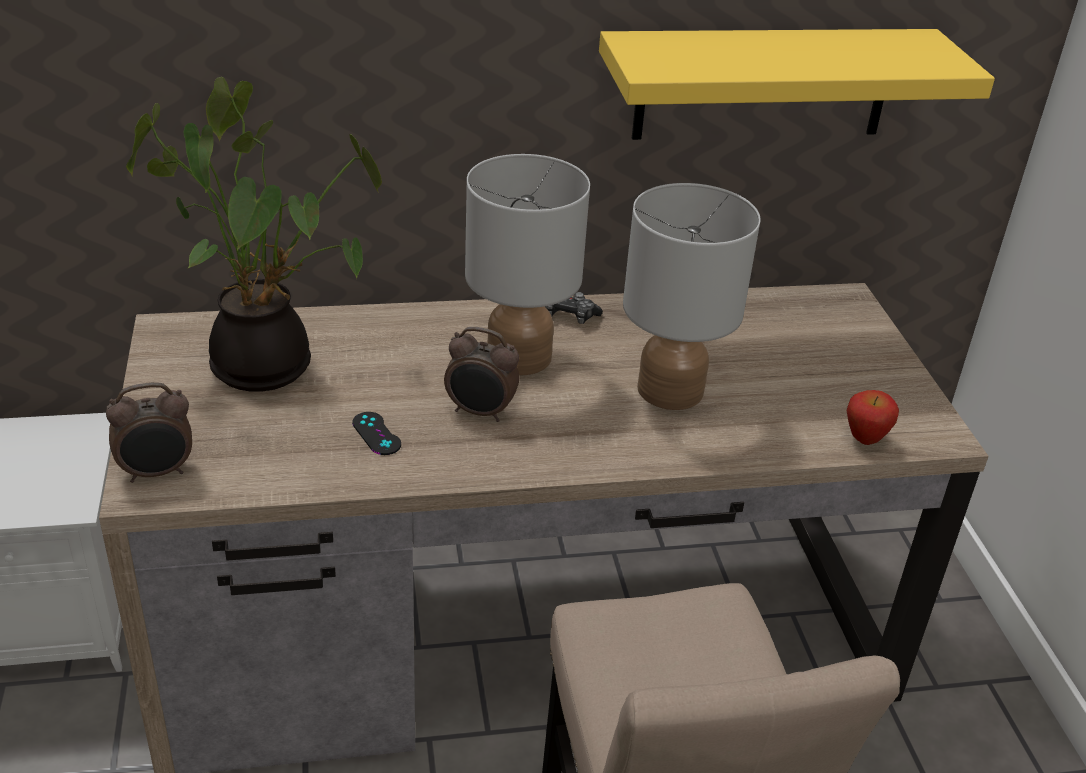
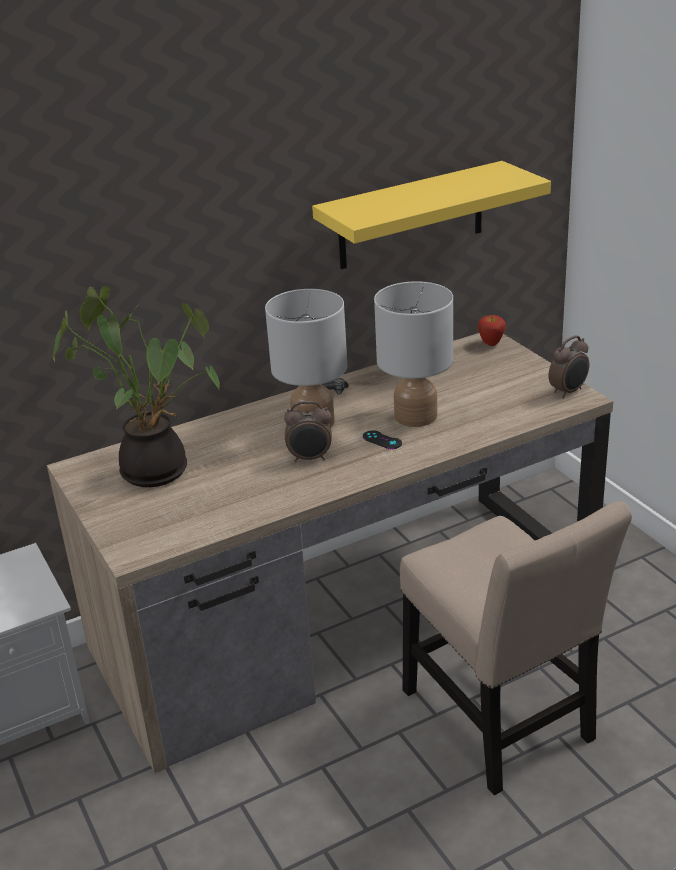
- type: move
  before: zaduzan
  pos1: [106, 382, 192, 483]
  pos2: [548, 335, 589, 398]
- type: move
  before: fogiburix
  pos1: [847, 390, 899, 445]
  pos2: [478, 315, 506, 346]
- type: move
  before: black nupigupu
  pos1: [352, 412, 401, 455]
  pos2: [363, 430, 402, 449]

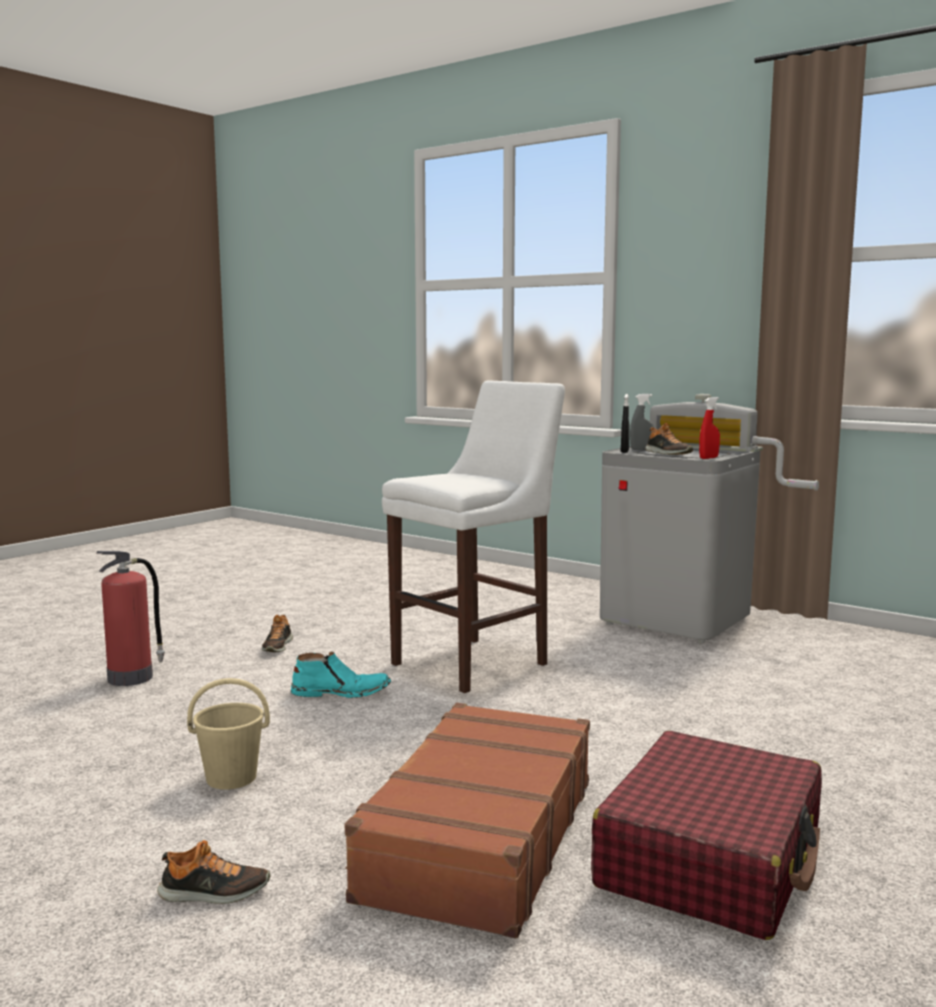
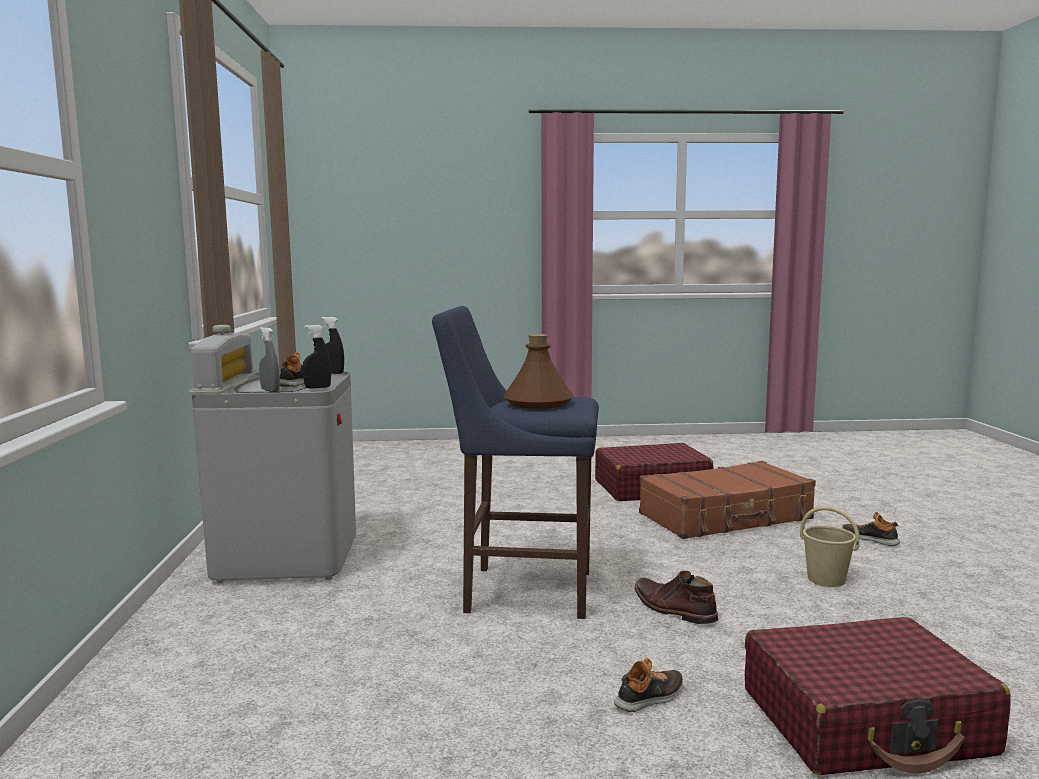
- type: recolor
  before: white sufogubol
  after: blue sufogubol
  pos1: [382, 380, 565, 693]
  pos2: [432, 306, 599, 619]
- type: recolor
  before: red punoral
  after: black punoral
  pos1: [699, 397, 720, 459]
  pos2: [321, 317, 344, 374]
- type: replace
  before: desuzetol
  after: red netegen
  pos1: [96, 551, 165, 686]
  pos2: [745, 617, 1010, 775]
- type: recolor
  before: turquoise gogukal
  after: brown gogukal
  pos1: [291, 651, 391, 698]
  pos2: [635, 571, 718, 624]
- type: insert
  after: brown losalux
  pos2: [503, 334, 573, 409]

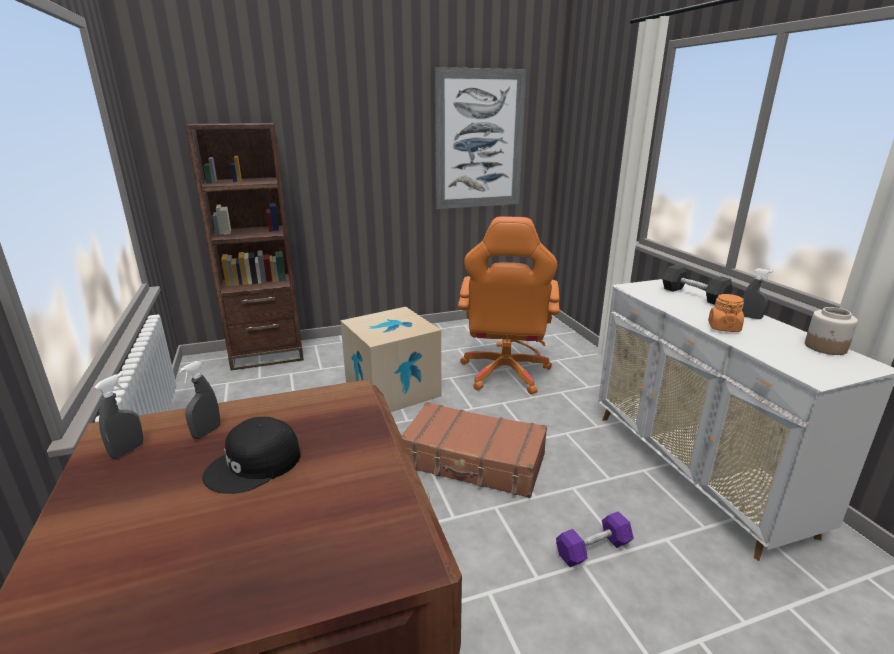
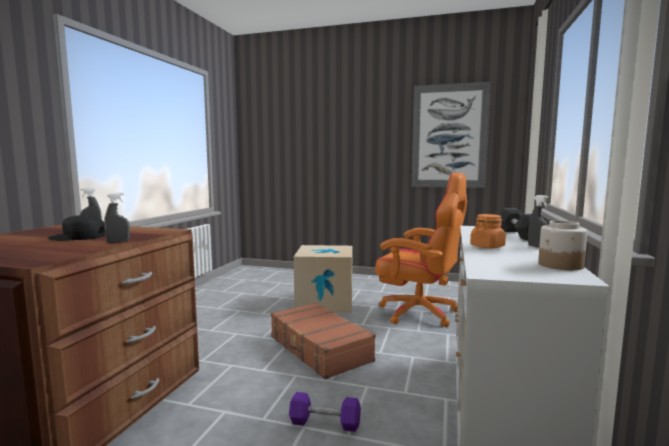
- type: delete
  before: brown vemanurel
  pos1: [185, 123, 304, 371]
- type: rotate
  before: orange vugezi
  pos1: [458, 216, 560, 394]
  pos2: [375, 173, 467, 327]
  turn: -105
- type: move
  before: grey punoral
  pos1: [94, 373, 143, 459]
  pos2: [104, 193, 130, 243]

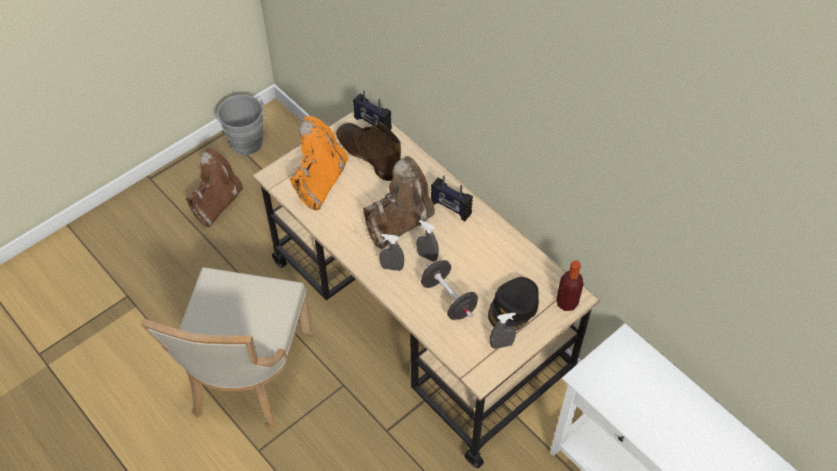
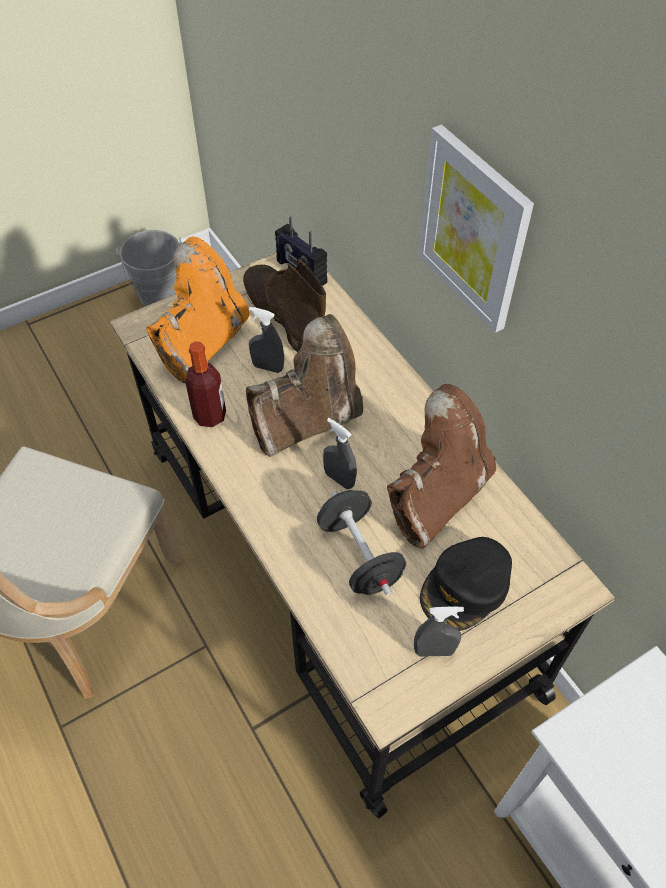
- type: move
  before: brown gogukal
  pos1: [186, 148, 243, 227]
  pos2: [387, 384, 496, 548]
- type: delete
  before: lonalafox
  pos1: [431, 175, 473, 221]
- type: move
  before: grey punoral
  pos1: [379, 234, 404, 271]
  pos2: [249, 307, 284, 373]
- type: move
  before: losalux
  pos1: [556, 261, 583, 311]
  pos2: [185, 341, 226, 427]
- type: insert
  after: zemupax
  pos2: [418, 125, 534, 333]

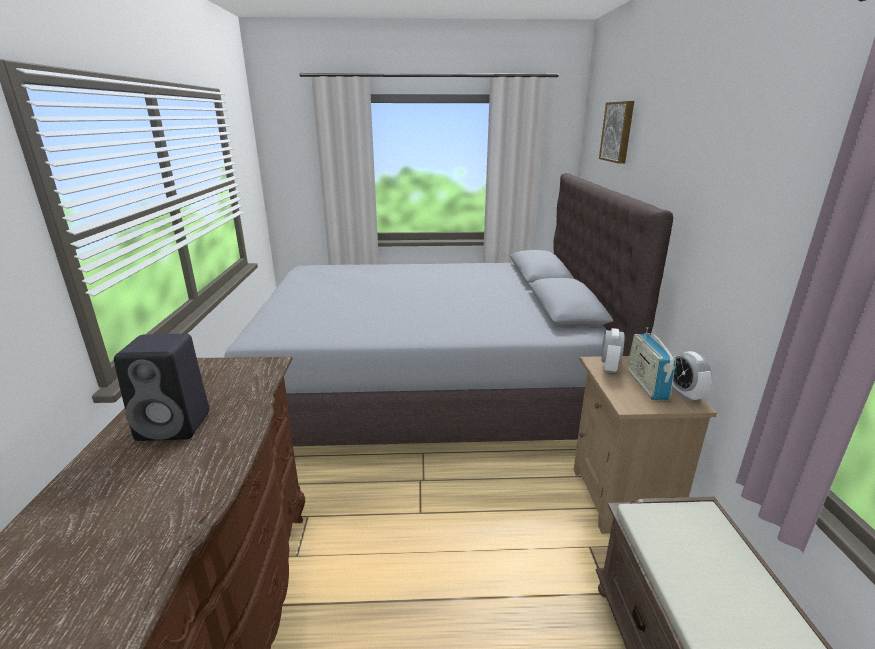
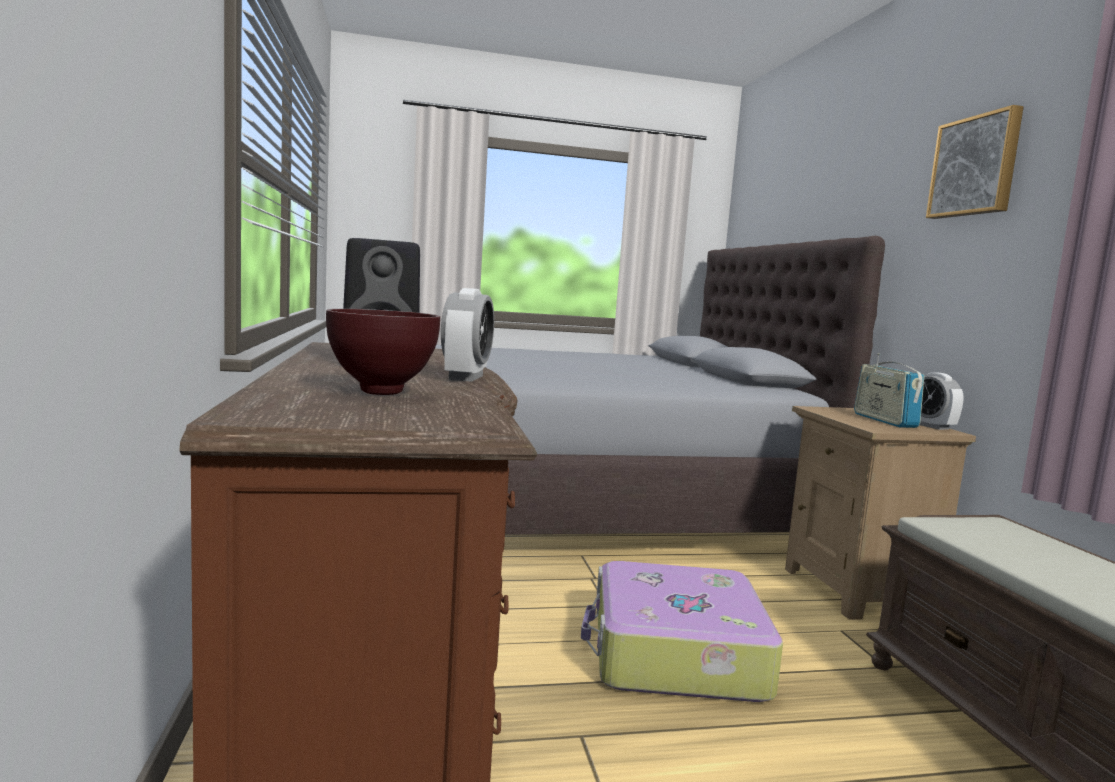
- type: move
  before: zemupax
  pos1: [599, 101, 634, 164]
  pos2: [926, 105, 1024, 219]
- type: move
  before: zaduzan
  pos1: [601, 328, 624, 373]
  pos2: [441, 288, 494, 382]
- type: insert
  after: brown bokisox
  pos2: [326, 309, 440, 395]
- type: insert
  after: netegen
  pos2: [581, 561, 783, 702]

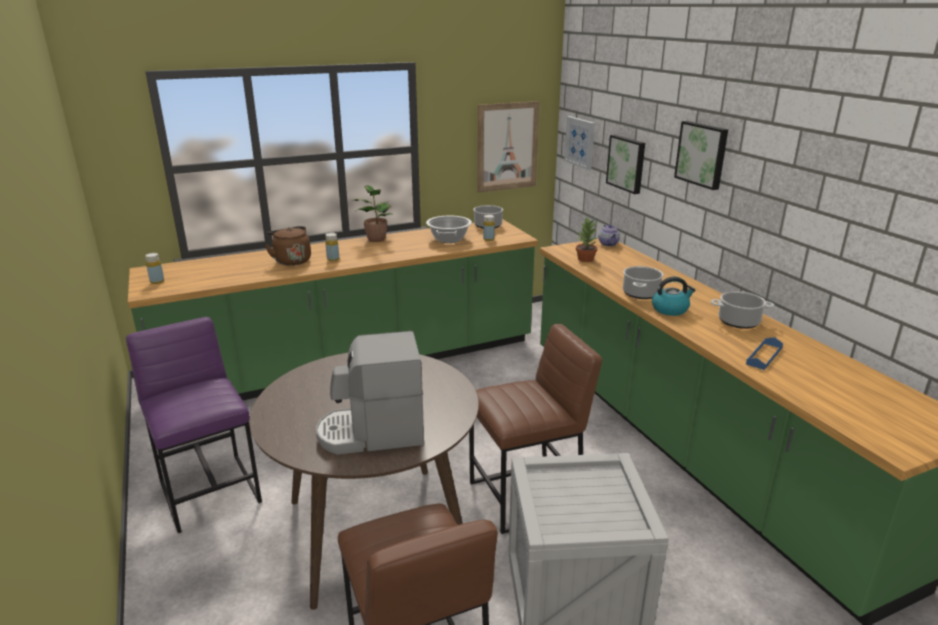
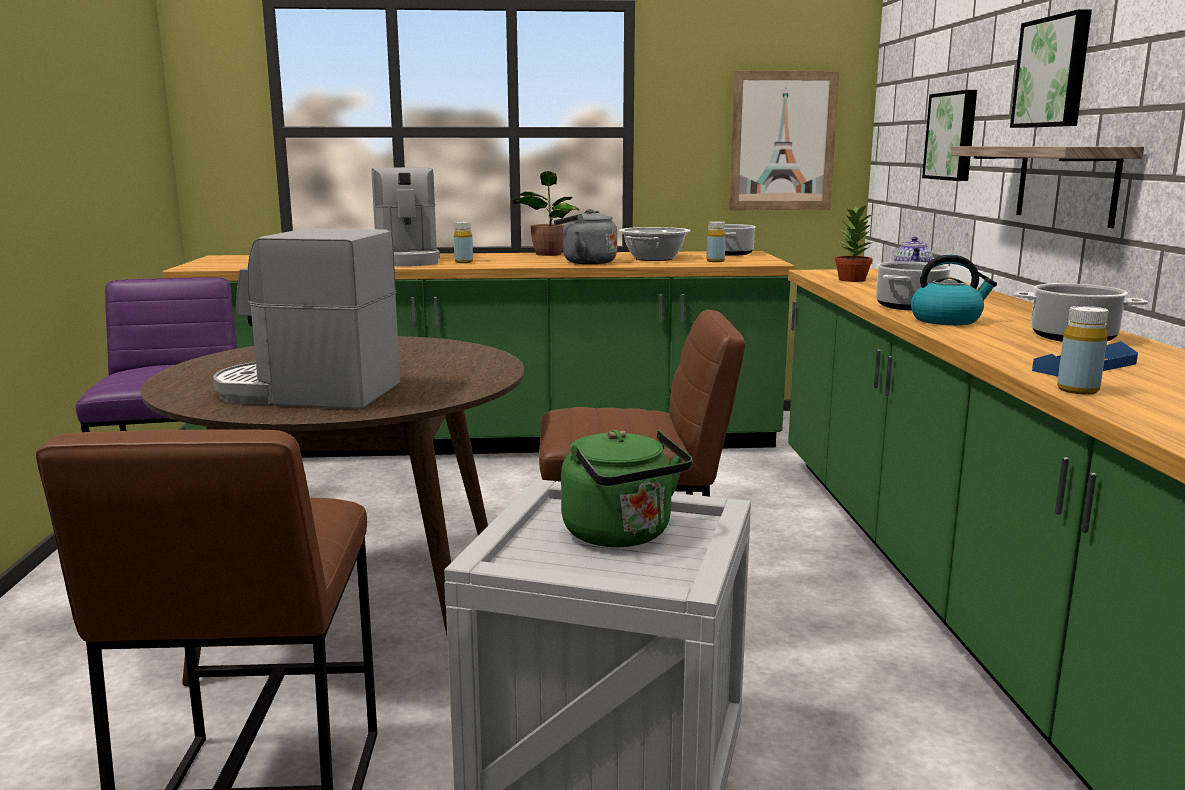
- type: delete
  before: zemupax
  pos1: [564, 116, 595, 170]
- type: replace
  before: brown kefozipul
  after: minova
  pos1: [265, 226, 311, 266]
  pos2: [371, 167, 440, 266]
- type: move
  before: yellow losalux
  pos1: [145, 253, 164, 284]
  pos2: [1057, 306, 1109, 395]
- type: insert
  after: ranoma
  pos2: [950, 146, 1144, 228]
- type: insert
  after: grey kefozipul
  pos2: [554, 209, 617, 264]
- type: insert
  after: green kefozipul
  pos2: [561, 430, 692, 547]

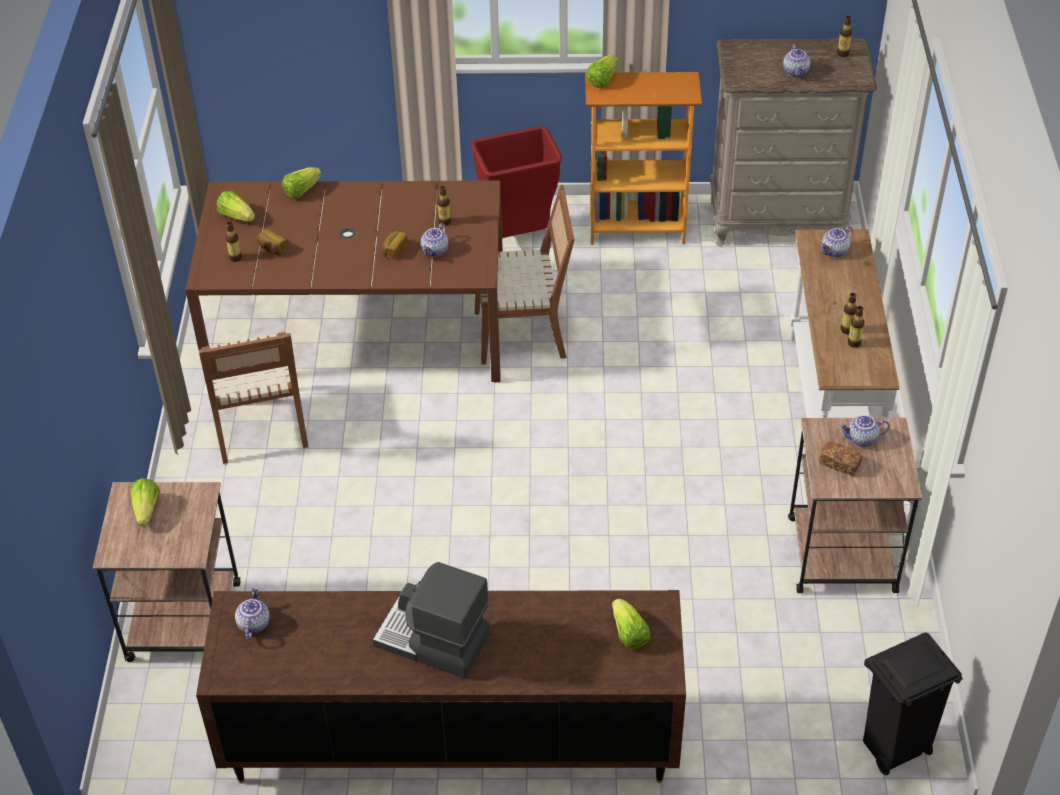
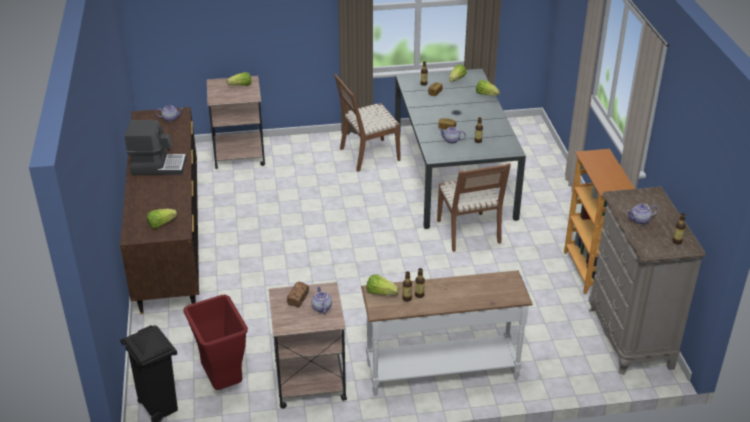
- type: move
  before: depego
  pos1: [586, 55, 618, 88]
  pos2: [366, 274, 399, 295]
- type: move
  before: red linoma
  pos1: [471, 126, 562, 238]
  pos2: [183, 295, 248, 390]
- type: recolor
  before: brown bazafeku
  after: grey bazafeku
  pos1: [185, 180, 503, 383]
  pos2: [395, 69, 526, 229]
- type: delete
  before: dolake
  pos1: [820, 226, 853, 257]
- type: rotate
  before: minova
  pos1: [373, 562, 490, 678]
  pos2: [124, 120, 187, 175]
  turn: 75

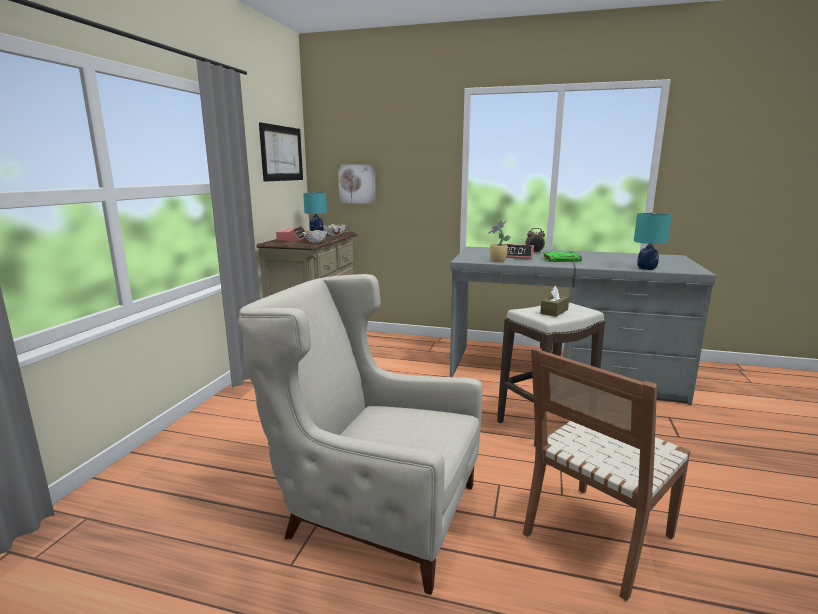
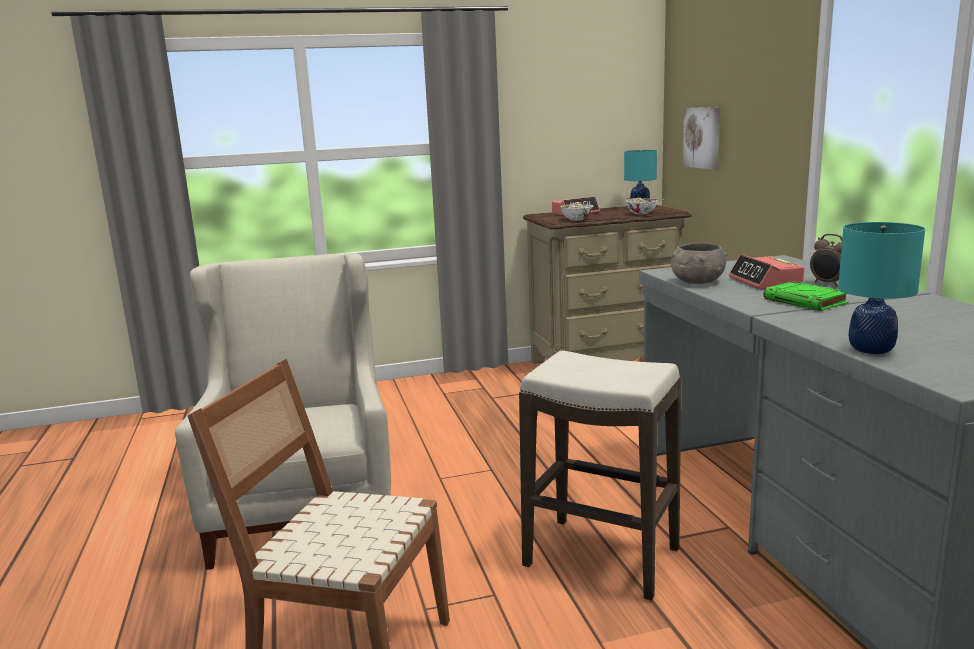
- type: delete
  before: zemupax
  pos1: [259, 122, 303, 182]
- type: replace
  before: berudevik
  after: grey bokisox
  pos1: [488, 220, 511, 262]
  pos2: [671, 243, 727, 284]
- type: delete
  before: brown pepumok
  pos1: [540, 286, 569, 317]

